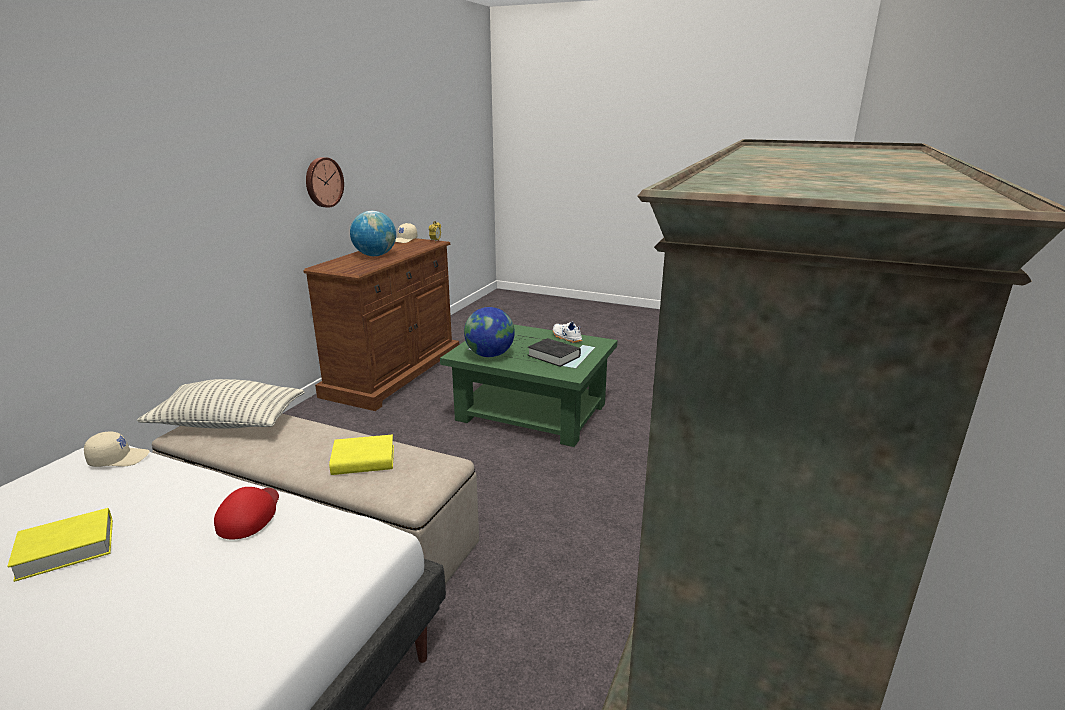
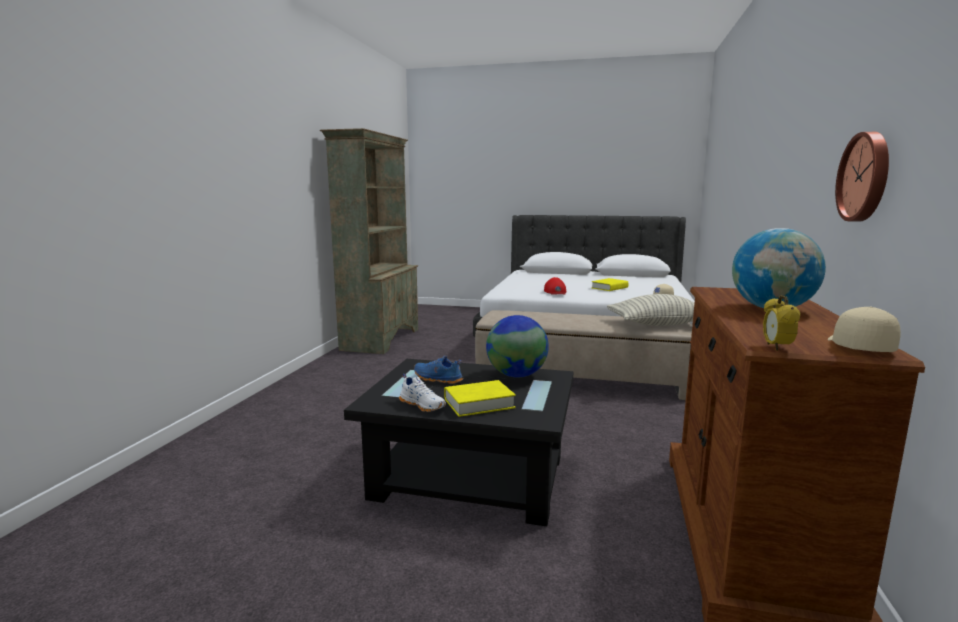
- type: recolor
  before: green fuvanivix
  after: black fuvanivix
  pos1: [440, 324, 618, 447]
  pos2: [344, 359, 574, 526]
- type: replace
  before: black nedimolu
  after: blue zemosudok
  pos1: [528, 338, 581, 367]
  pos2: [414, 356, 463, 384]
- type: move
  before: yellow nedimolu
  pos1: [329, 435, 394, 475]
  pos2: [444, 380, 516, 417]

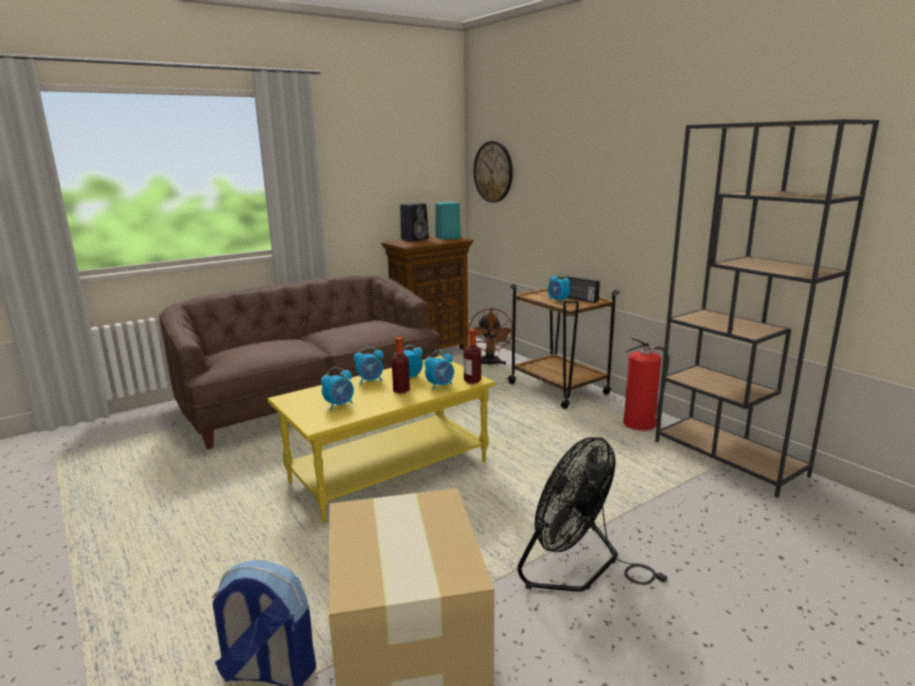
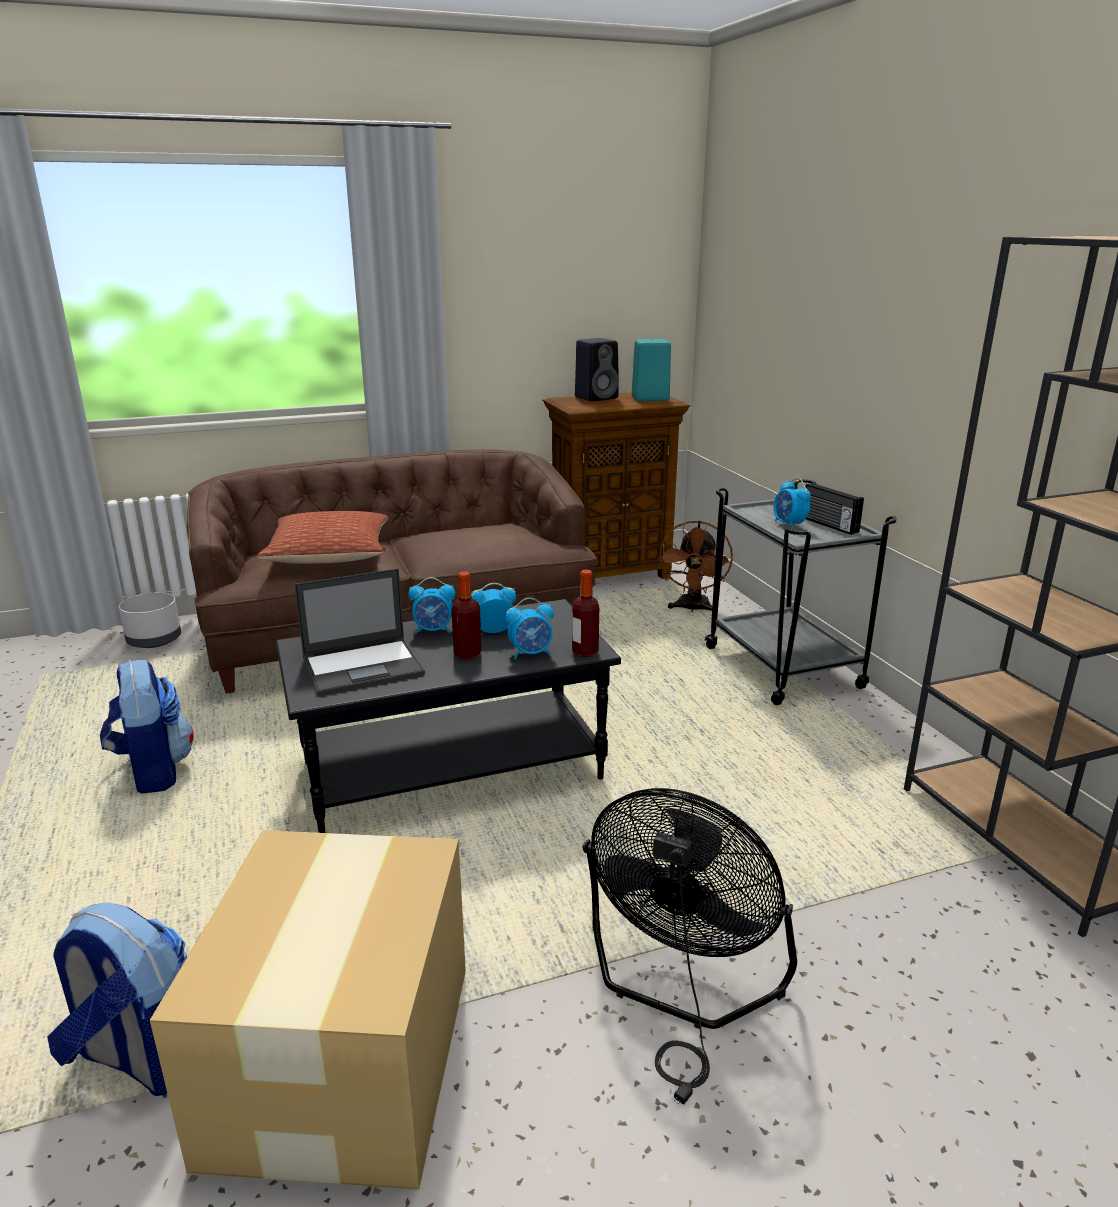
- type: delete
  before: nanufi
  pos1: [474, 141, 513, 203]
- type: recolor
  before: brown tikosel
  after: grey tikosel
  pos1: [507, 276, 619, 409]
  pos2: [705, 479, 897, 705]
- type: delete
  before: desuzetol
  pos1: [623, 337, 669, 430]
- type: recolor
  before: yellow fuvanivix
  after: black fuvanivix
  pos1: [268, 356, 495, 523]
  pos2: [276, 599, 621, 833]
- type: replace
  before: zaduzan
  after: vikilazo
  pos1: [321, 367, 354, 410]
  pos2: [294, 568, 425, 696]
- type: rotate
  before: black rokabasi
  pos1: [518, 437, 668, 592]
  pos2: [582, 788, 797, 1104]
  turn: 60
- type: insert
  after: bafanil
  pos2: [257, 511, 388, 564]
- type: insert
  after: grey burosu
  pos2: [119, 592, 181, 648]
- type: insert
  after: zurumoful
  pos2: [100, 660, 194, 793]

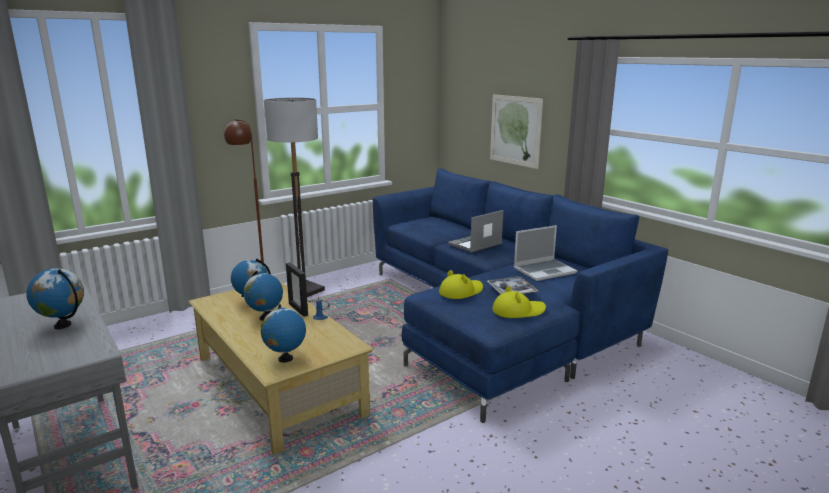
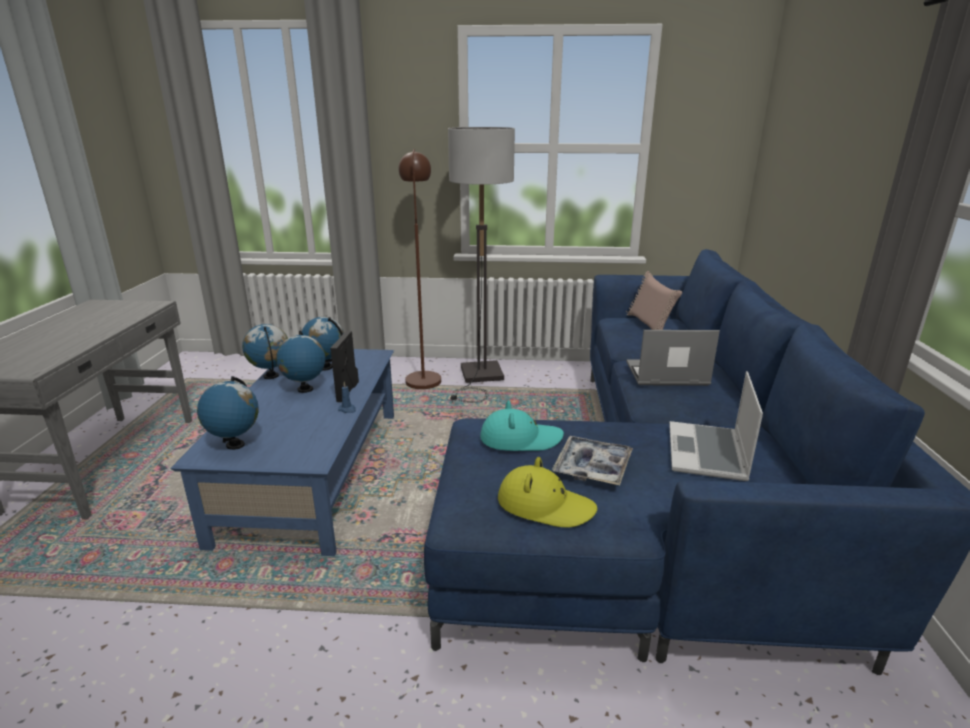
- type: delete
  before: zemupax
  pos1: [490, 94, 543, 169]
- type: rotate
  before: vikilazo
  pos1: [514, 225, 577, 281]
  pos2: [669, 371, 763, 481]
  turn: 90
- type: move
  before: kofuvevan
  pos1: [27, 268, 84, 329]
  pos2: [242, 324, 288, 379]
- type: recolor
  before: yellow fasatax
  after: turquoise fasatax
  pos1: [439, 270, 483, 299]
  pos2: [480, 400, 564, 451]
- type: recolor
  before: beige fuvanivix
  after: blue fuvanivix
  pos1: [188, 280, 374, 455]
  pos2: [170, 349, 394, 556]
- type: insert
  after: beige bafanil
  pos2: [626, 271, 682, 330]

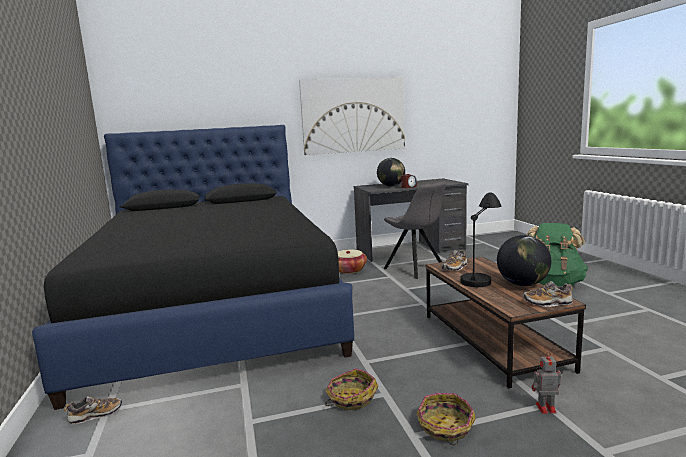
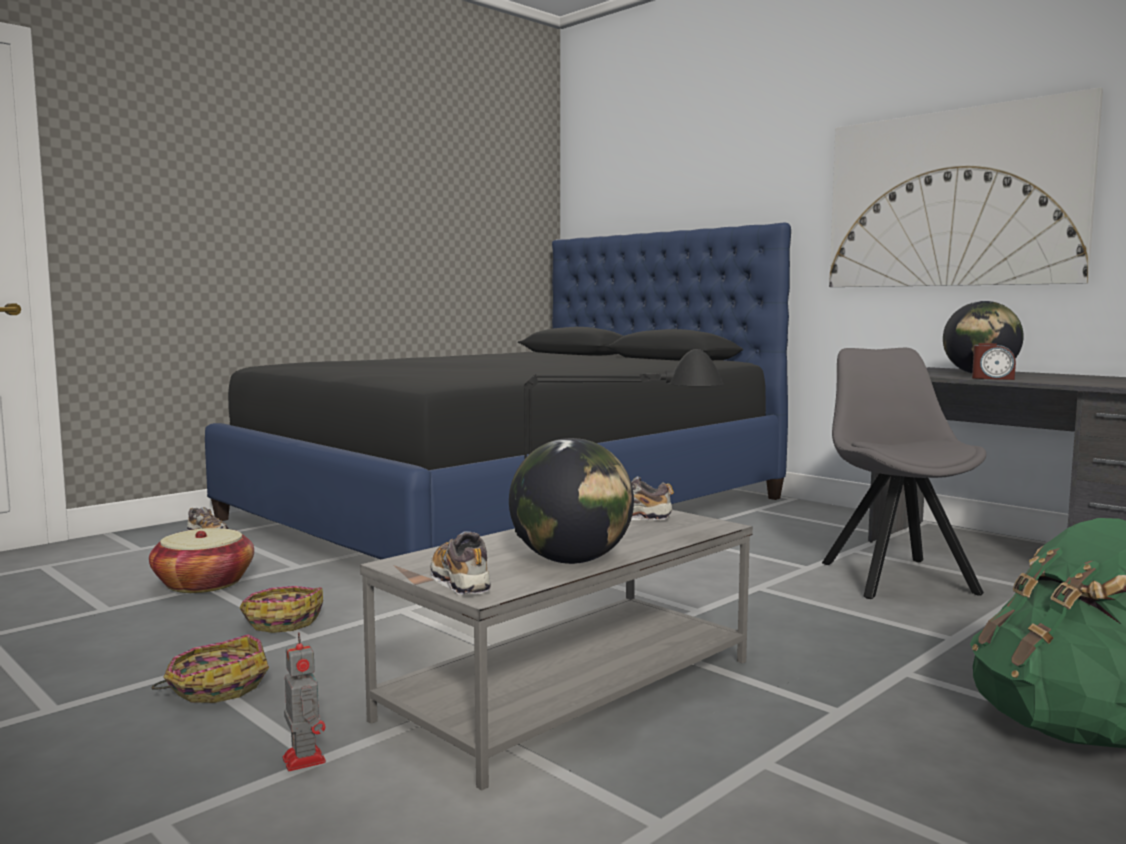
- type: rotate
  before: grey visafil
  pos1: [384, 182, 446, 279]
  pos2: [822, 348, 986, 599]
  turn: 150
- type: move
  before: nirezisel
  pos1: [337, 249, 367, 274]
  pos2: [149, 528, 254, 593]
- type: recolor
  before: brown fuvanivix
  after: grey fuvanivix
  pos1: [426, 257, 586, 389]
  pos2: [360, 510, 753, 790]

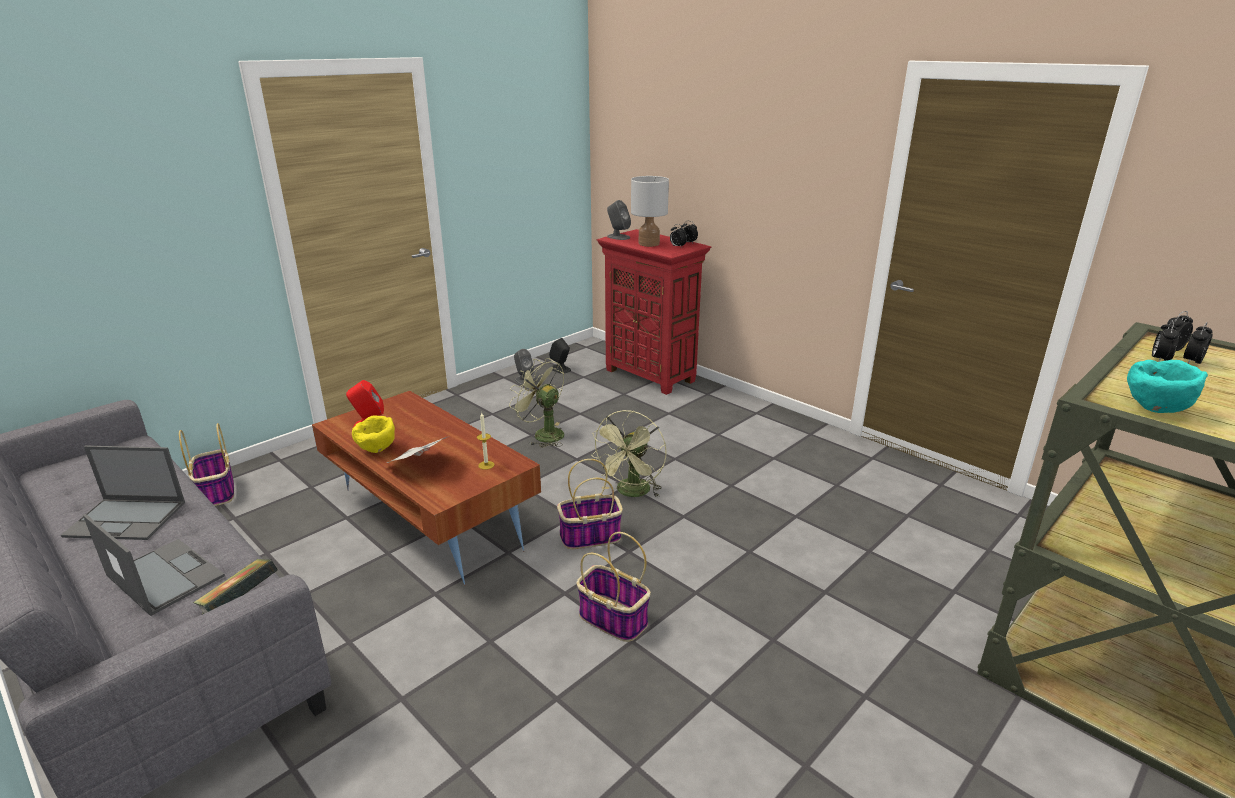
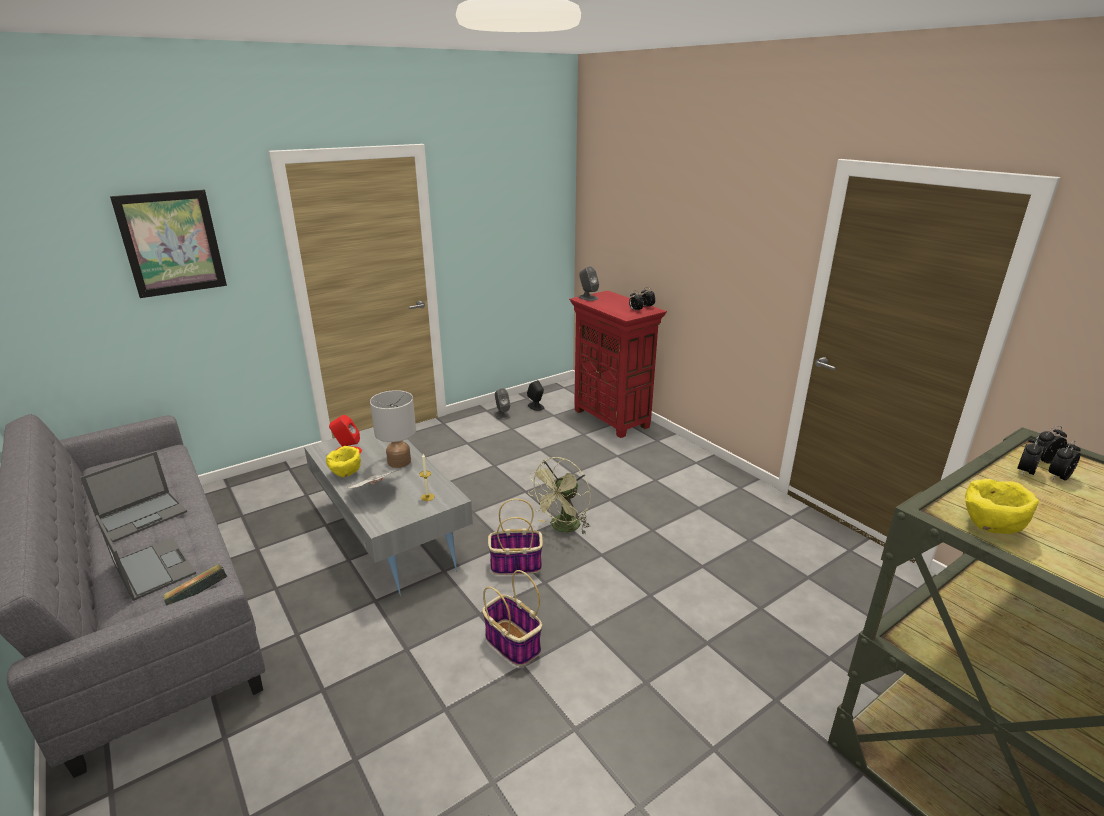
- type: move
  before: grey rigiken
  pos1: [631, 176, 669, 247]
  pos2: [370, 390, 416, 468]
- type: delete
  before: green rokabasi
  pos1: [509, 358, 564, 448]
- type: recolor
  before: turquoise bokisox
  after: yellow bokisox
  pos1: [1127, 360, 1208, 413]
  pos2: [965, 479, 1039, 534]
- type: recolor
  before: brown fuvanivix
  after: grey fuvanivix
  pos1: [312, 391, 541, 585]
  pos2: [304, 427, 473, 597]
- type: delete
  before: nirezisel
  pos1: [179, 423, 234, 506]
- type: rotate
  before: vikilazo
  pos1: [61, 446, 185, 540]
  pos2: [80, 451, 187, 542]
  turn: -60
- type: insert
  after: zemupax
  pos2: [110, 190, 227, 298]

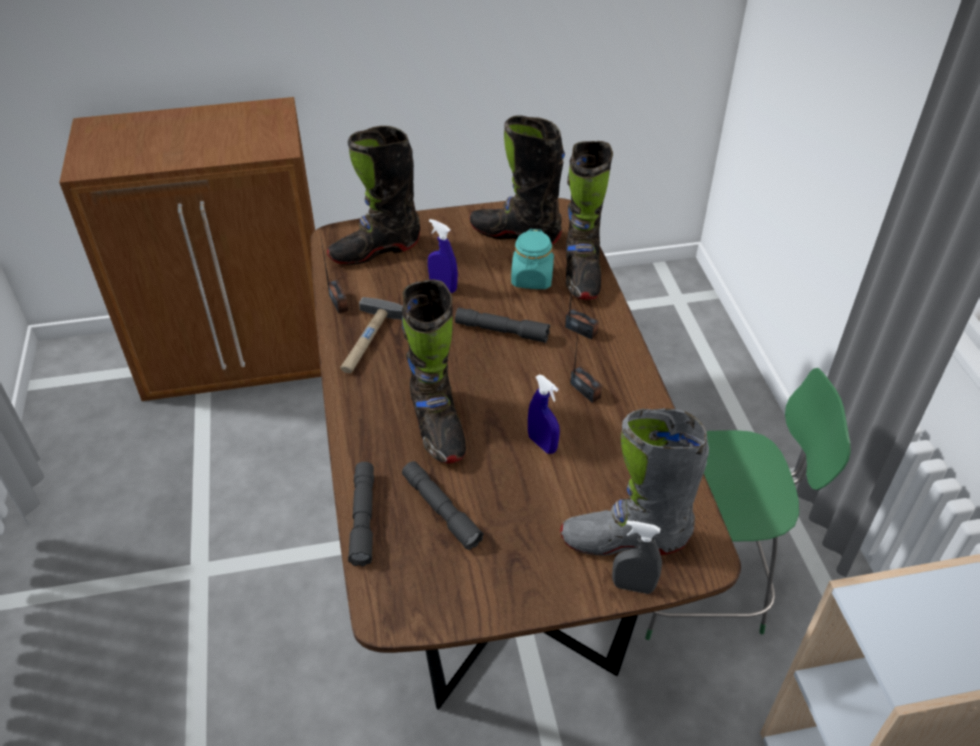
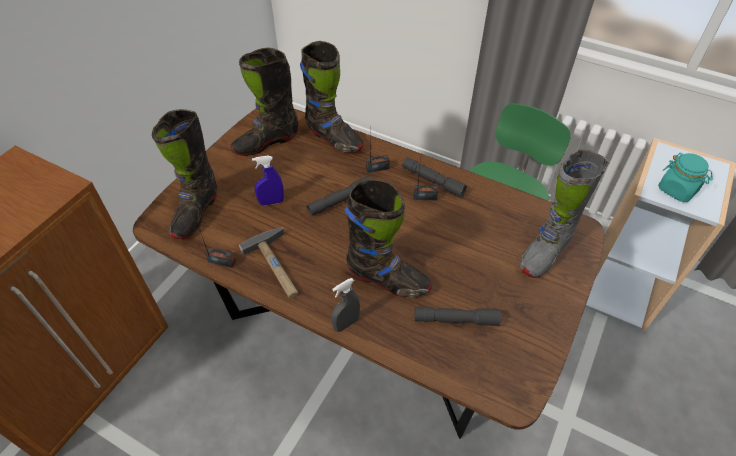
- type: move
  before: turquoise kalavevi
  pos1: [511, 229, 554, 289]
  pos2: [658, 153, 713, 202]
- type: delete
  before: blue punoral
  pos1: [528, 375, 560, 454]
- type: move
  before: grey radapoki
  pos1: [348, 462, 374, 566]
  pos2: [402, 157, 467, 198]
- type: move
  before: grey punoral
  pos1: [612, 520, 662, 594]
  pos2: [331, 278, 360, 332]

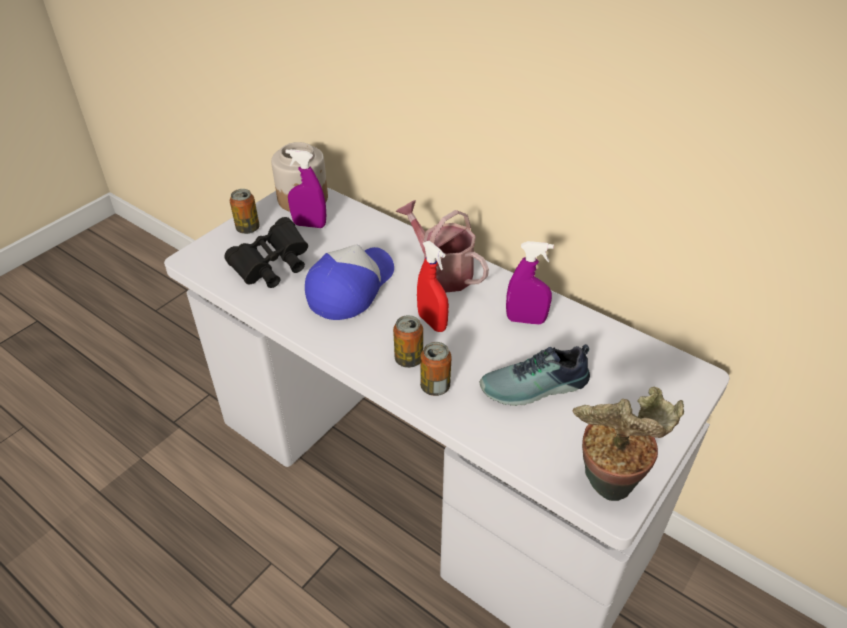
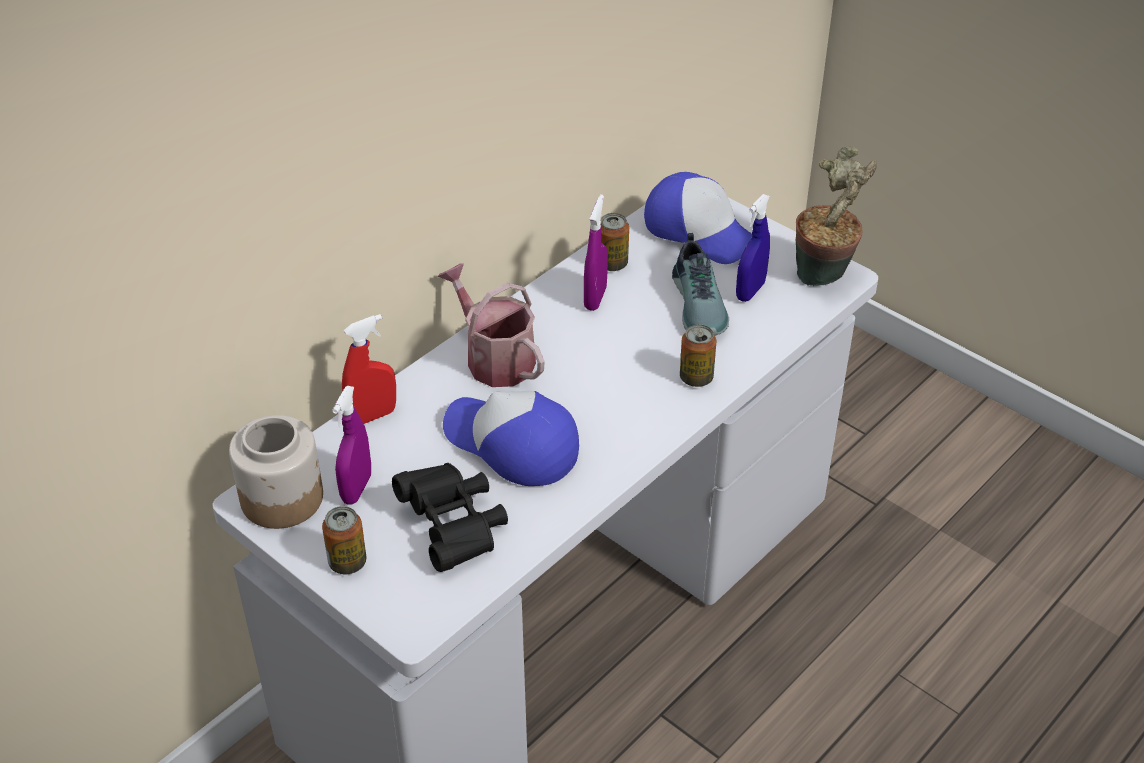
- type: rotate
  before: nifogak
  pos1: [396, 200, 489, 293]
  pos2: [438, 263, 545, 387]
  turn: 90
- type: move
  before: red punoral
  pos1: [417, 241, 449, 332]
  pos2: [342, 314, 396, 424]
- type: move
  before: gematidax
  pos1: [393, 315, 423, 368]
  pos2: [601, 213, 629, 271]
- type: insert
  after: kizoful
  pos2: [644, 172, 752, 264]
- type: insert
  after: blue punoral
  pos2: [736, 194, 770, 302]

